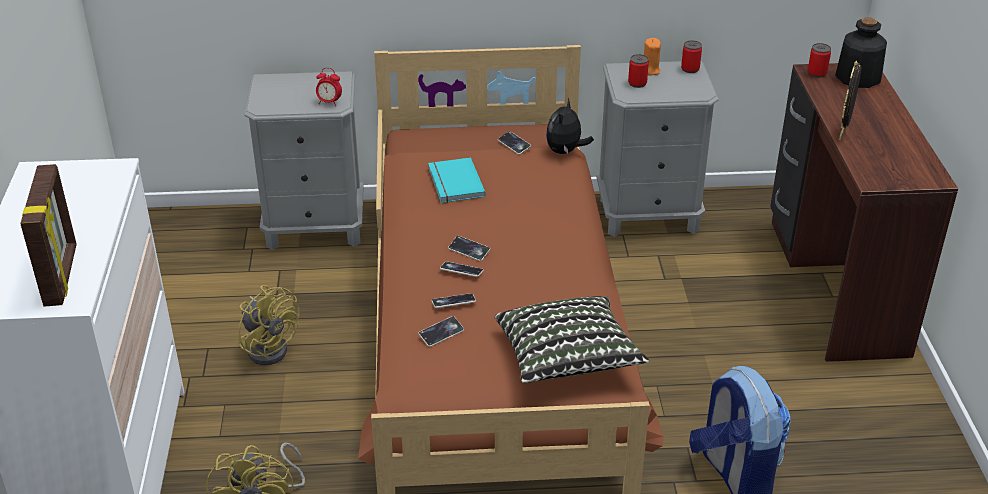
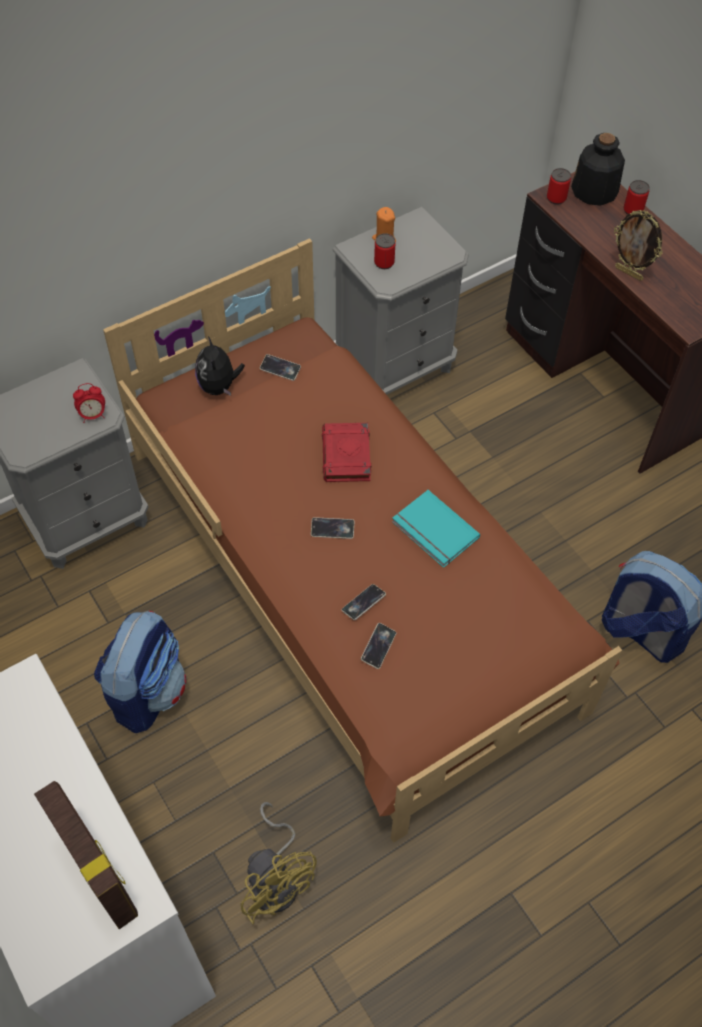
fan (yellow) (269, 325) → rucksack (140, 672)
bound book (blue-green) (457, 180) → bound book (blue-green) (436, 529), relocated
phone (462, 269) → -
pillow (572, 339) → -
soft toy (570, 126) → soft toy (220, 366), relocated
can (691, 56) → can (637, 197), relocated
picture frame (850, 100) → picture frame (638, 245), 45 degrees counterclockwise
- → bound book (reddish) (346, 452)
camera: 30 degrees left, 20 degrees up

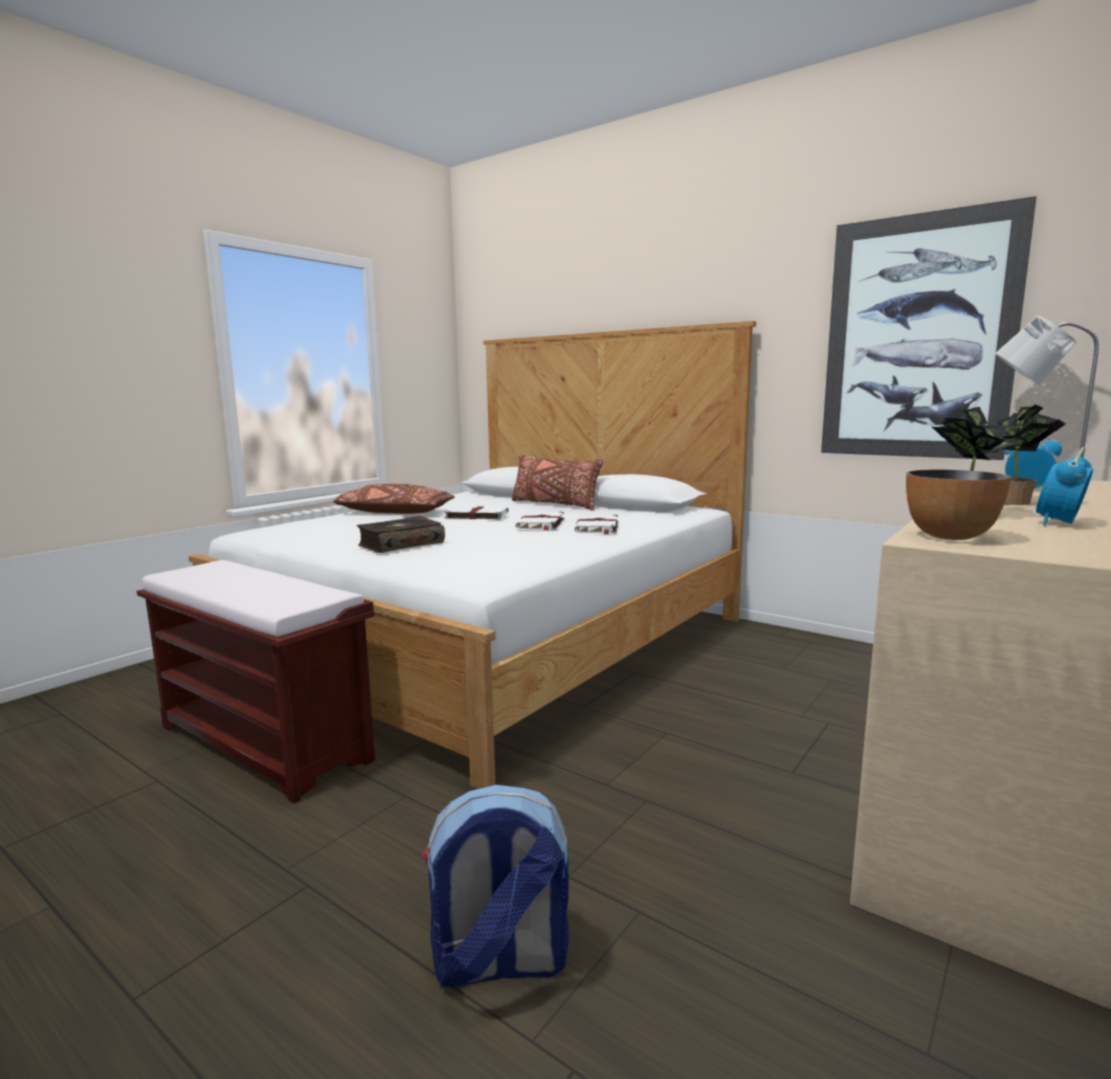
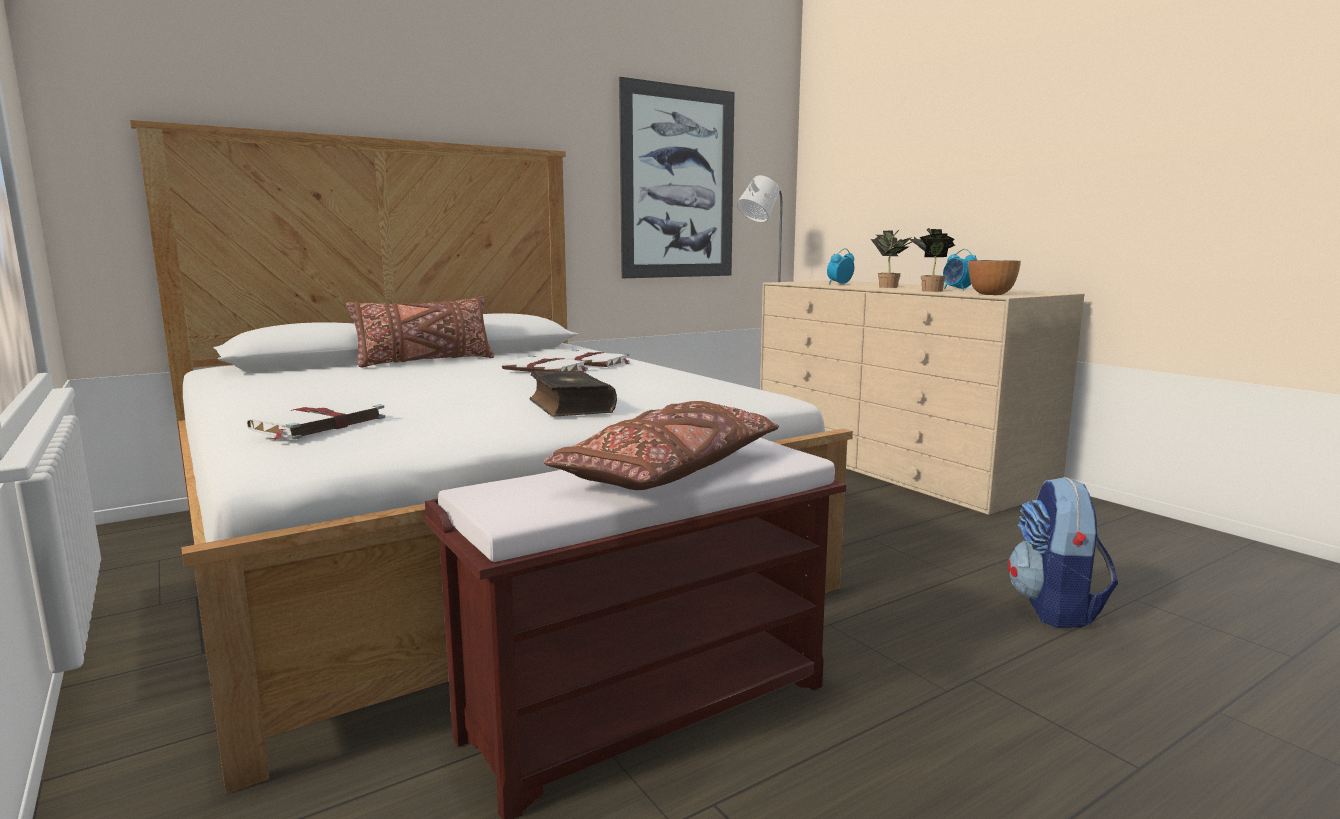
pillow (brown) (394, 499) → pillow (brown) (661, 445), relocated
bound book (whitish) (476, 513) → bound book (whitish) (315, 420), relocated
camera: 70 degrees left, 0 degrees up

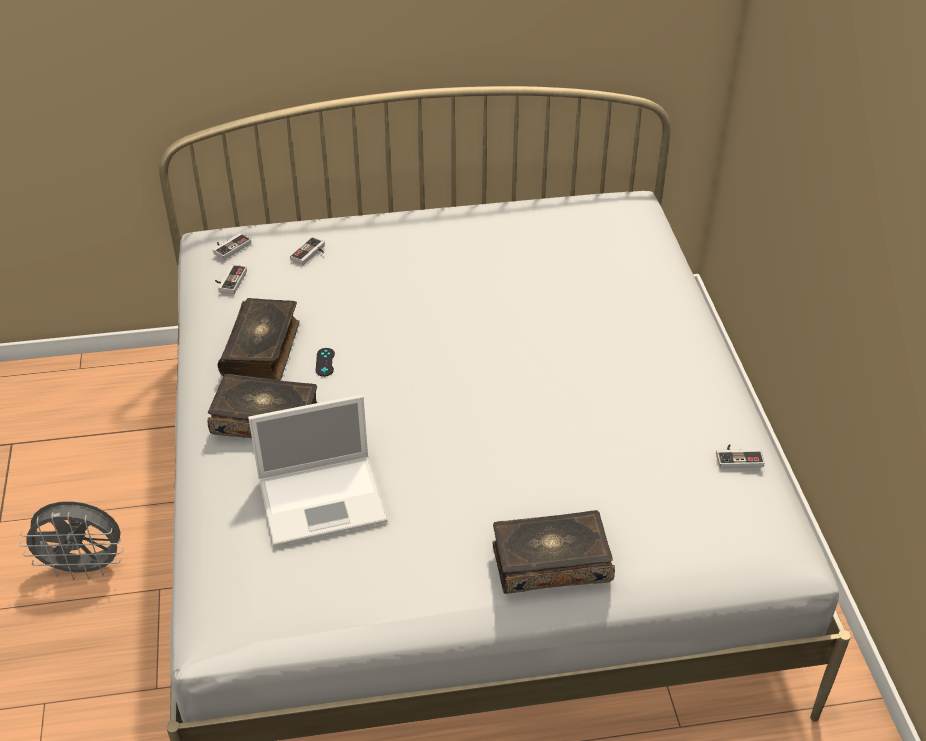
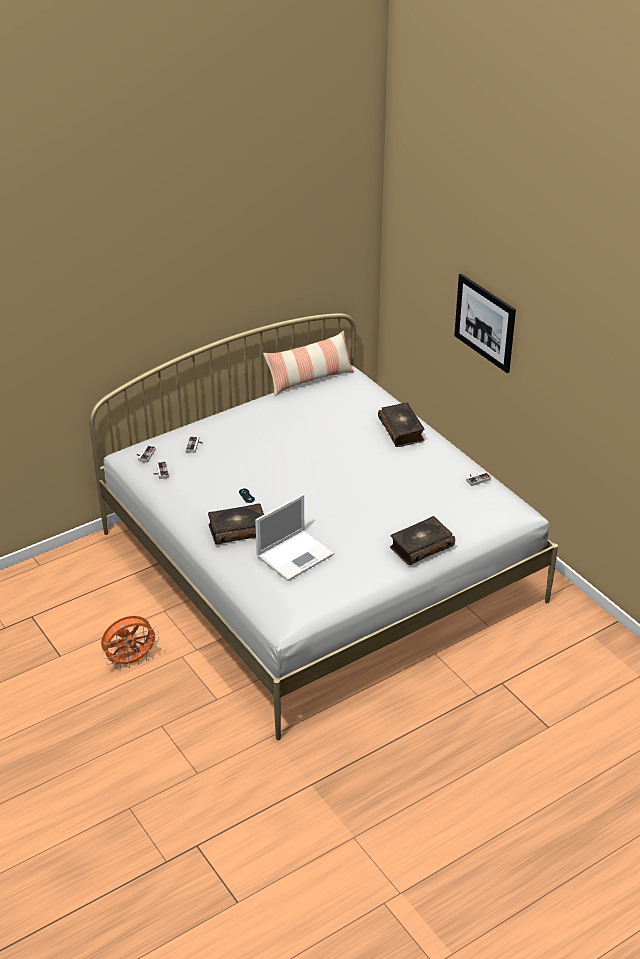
fan (greyish) (71, 540) → fan (orange) (130, 642)
bound book (259, 339) → bound book (401, 425), relocated
- → pillow (308, 363)
- → picture (485, 323)
camera: 25 degrees left, 5 degrees down

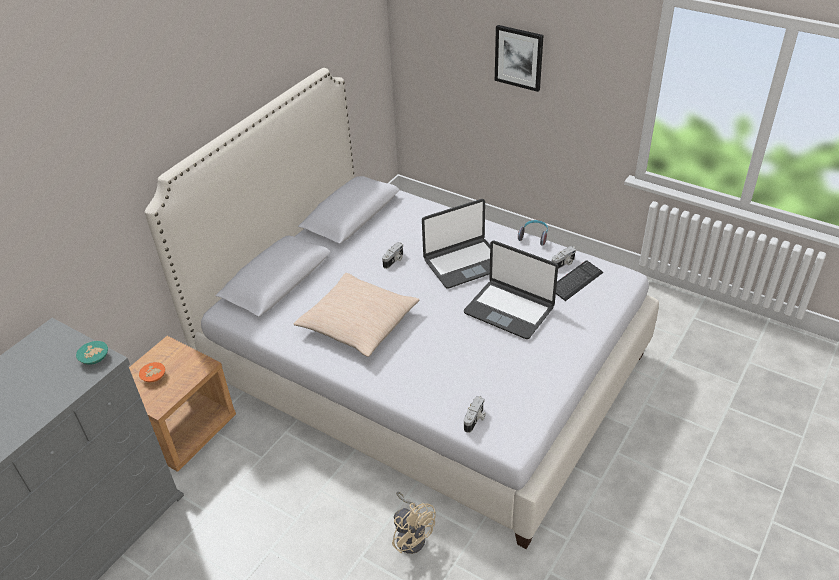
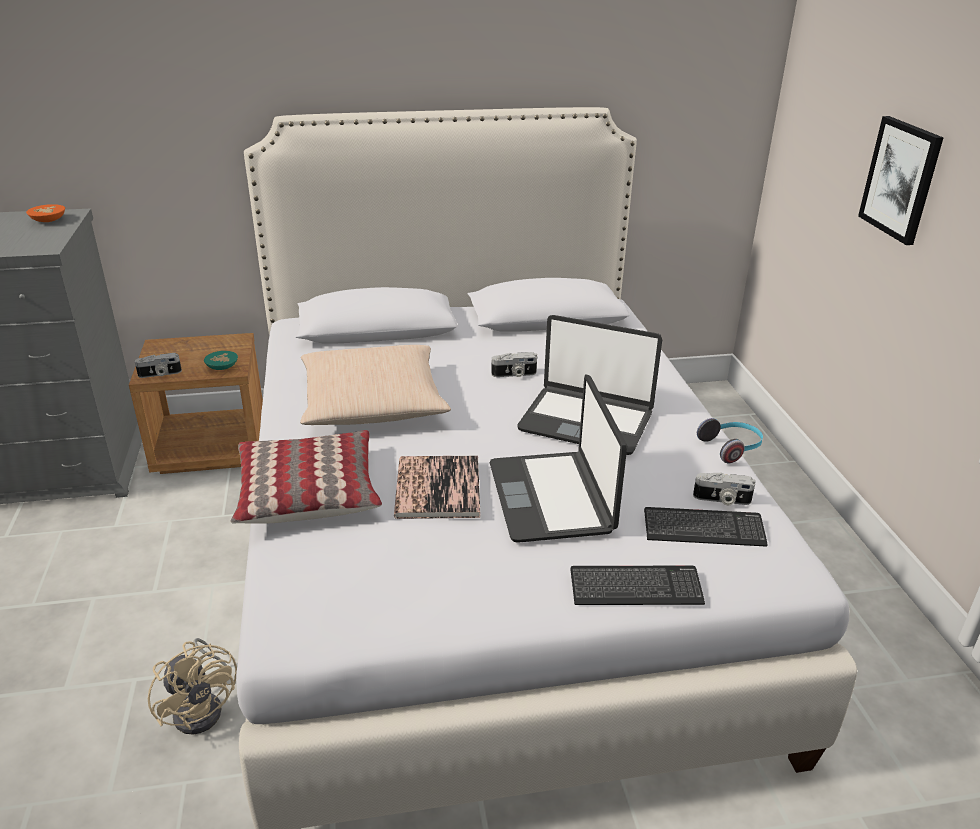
bowl (blue-green) (92, 353) → bowl (blue-green) (221, 360), relocated
bowl (orange) (152, 372) → bowl (orange) (45, 213), relocated
fan (beige-coloured) (414, 523) → fan (beige-coloured) (192, 686), 45 degrees counterclockwise
photo camera (475, 414) → photo camera (158, 365), relocated
- → pillow (306, 477)
- → bound book (437, 487)
- → keyboard (637, 585)
camera: 45 degrees right, 10 degrees down

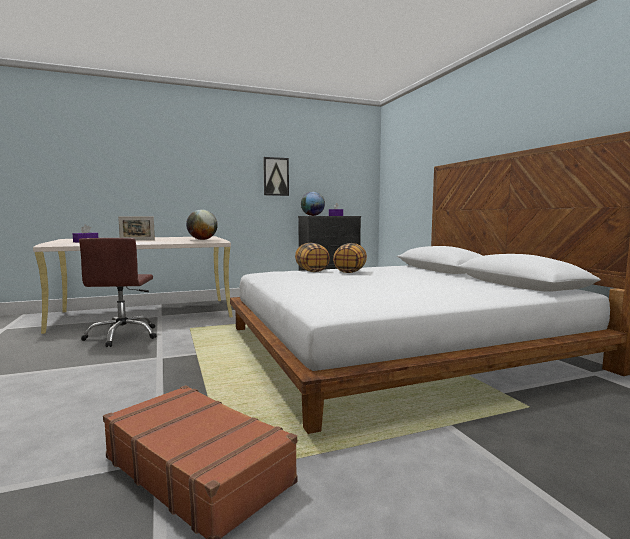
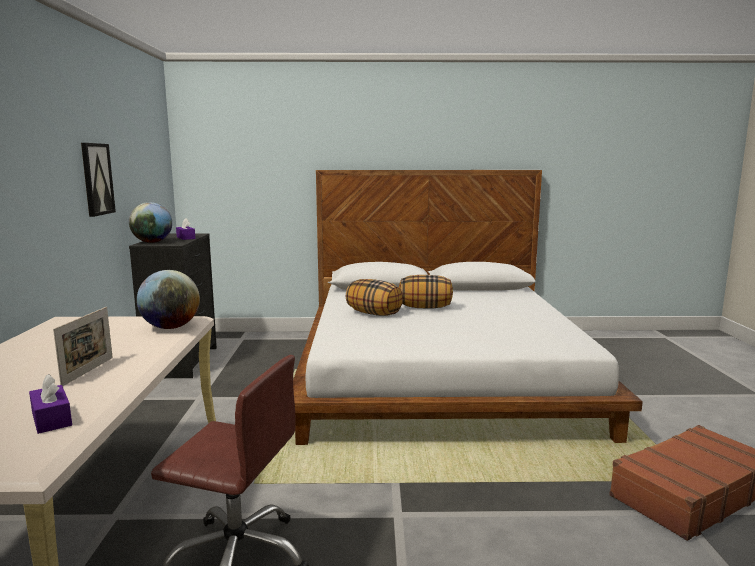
pillow (312, 257) → pillow (426, 291), relocated
camera: 70 degrees left, 5 degrees up

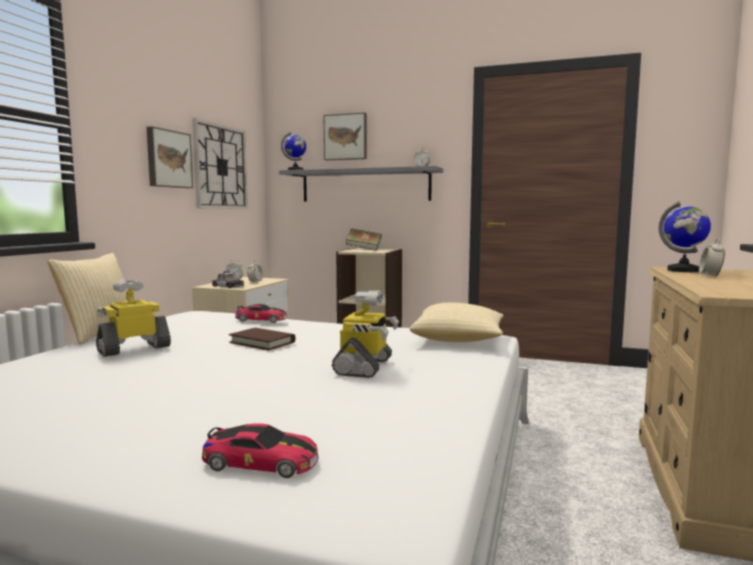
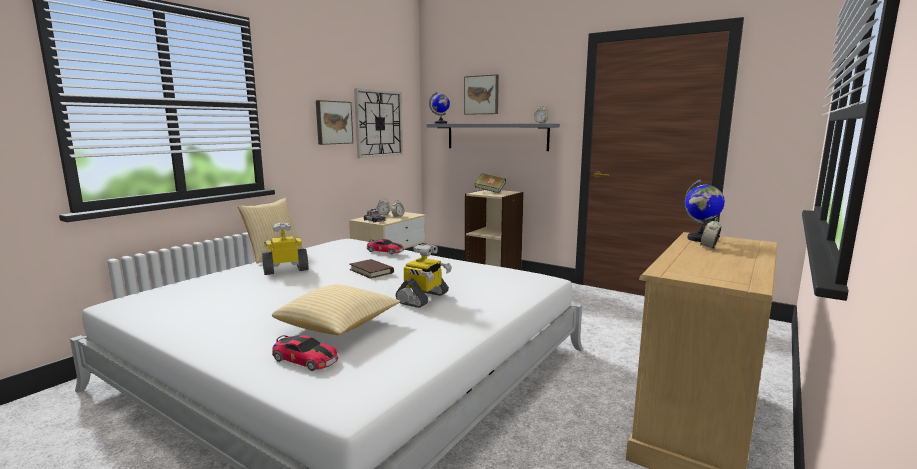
pillow (457, 322) → pillow (336, 309), relocated
camera: 15 degrees right, 5 degrees up

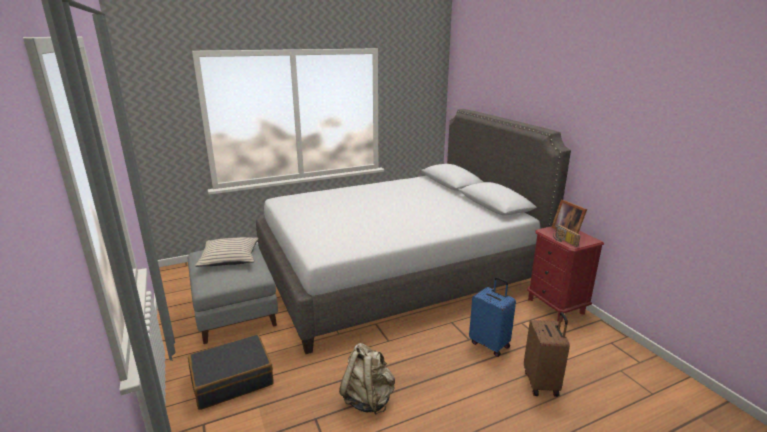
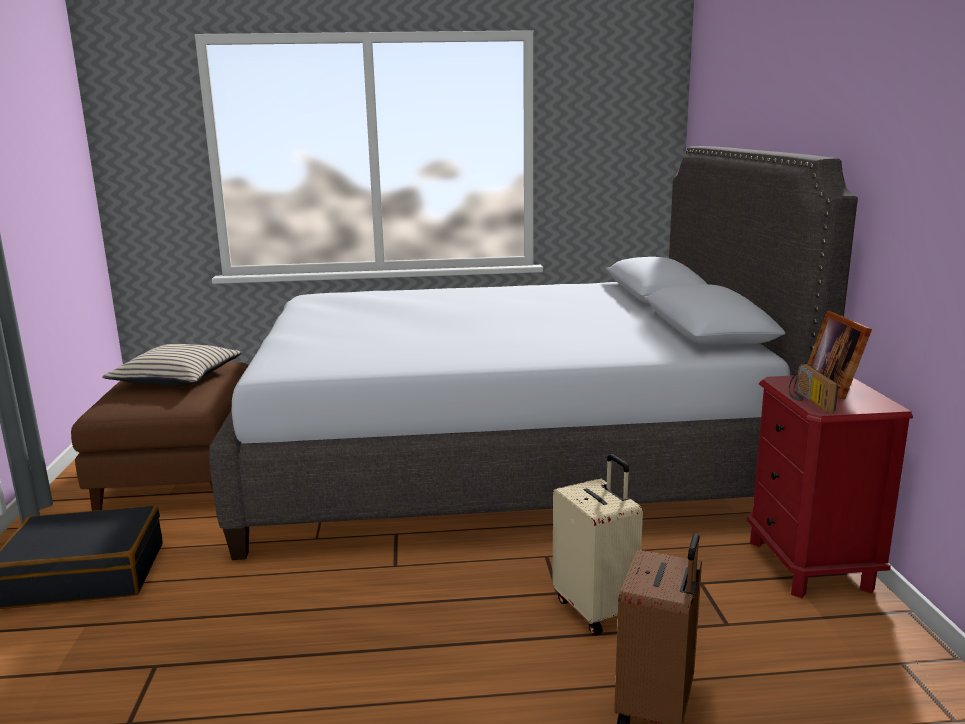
footrest (greyish) (233, 294) → footrest (brown) (160, 436)
rucksack (beige-coloured) (367, 379) → -
travel case (bluish) (492, 317) → travel case (beige-coloured) (597, 545)
camera: 20 degrees right, 5 degrees down

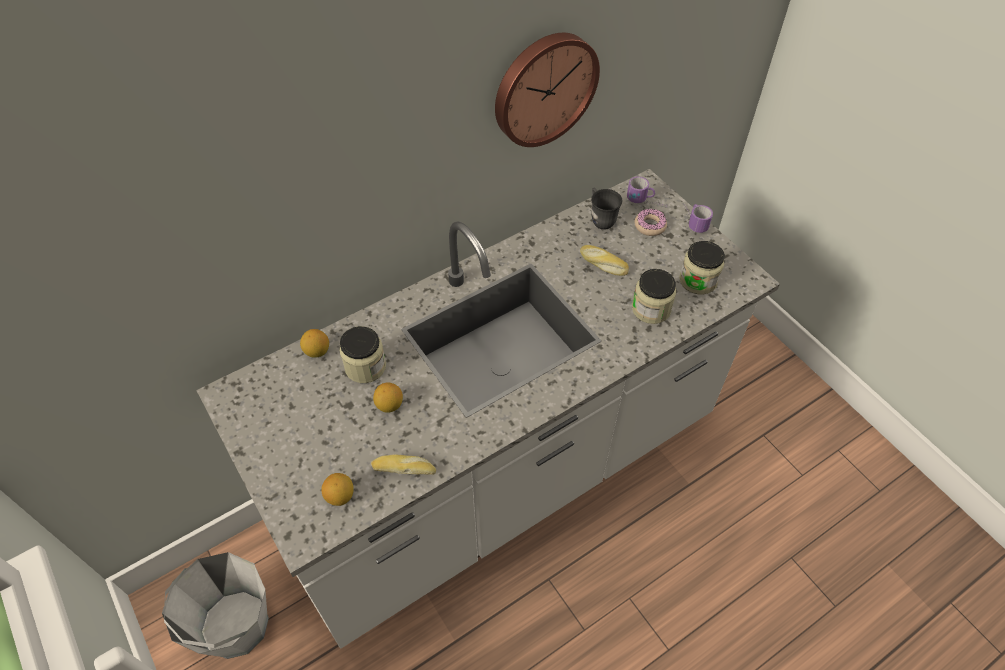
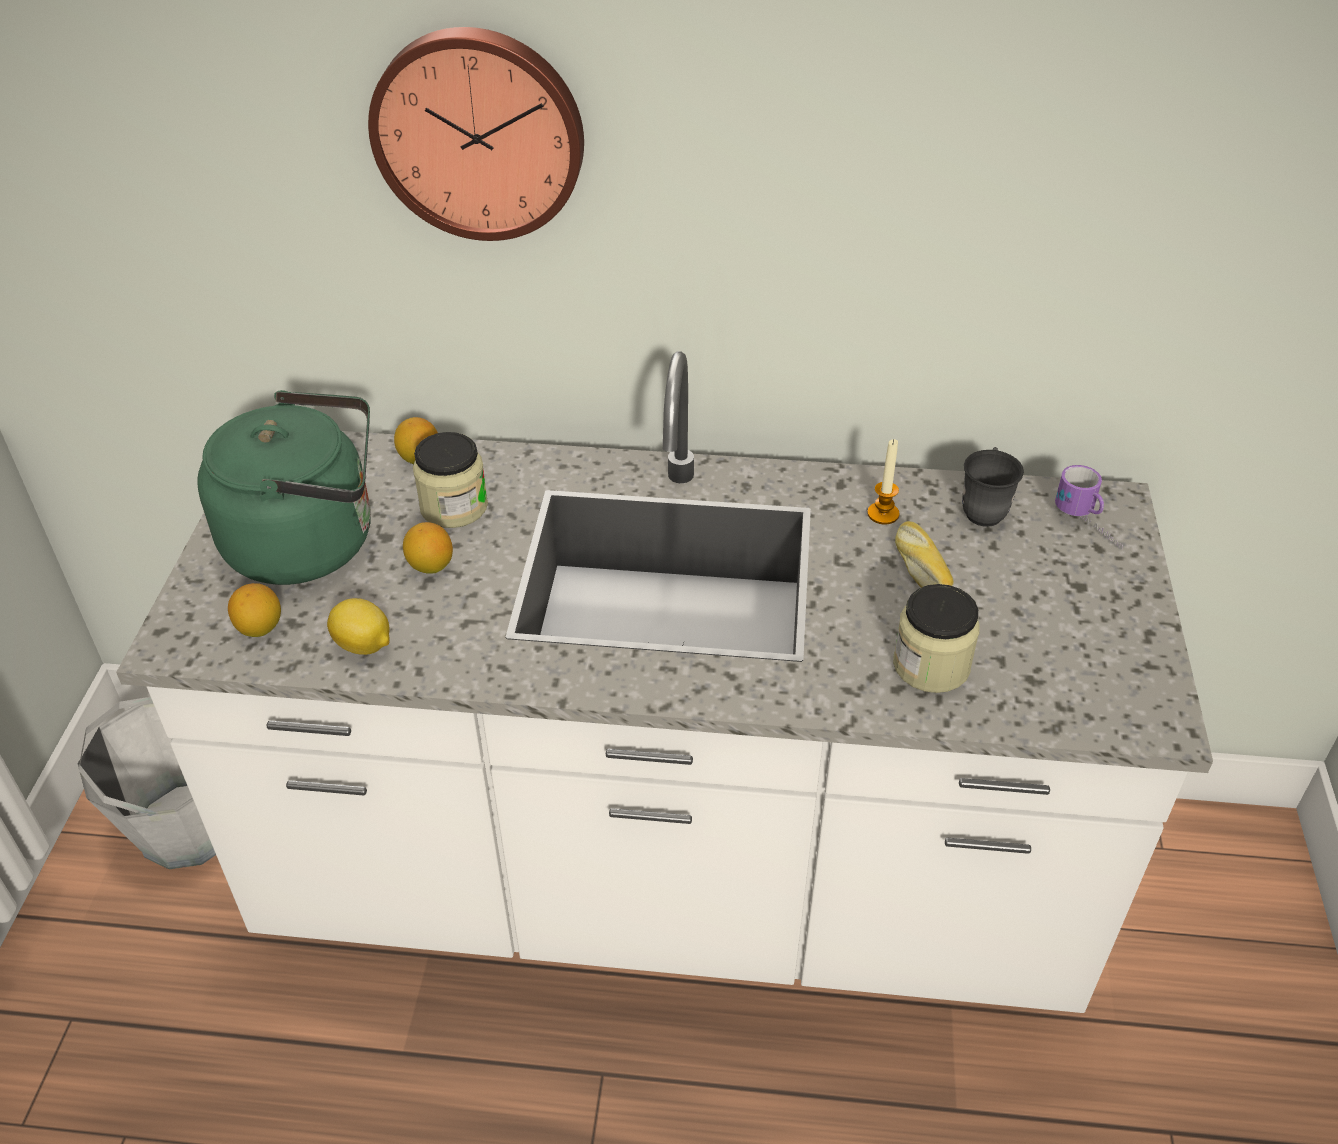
bread (403, 464) → whole lemon (358, 626)
wall clock (547, 90) → wall clock (476, 134), relocated
donut (651, 222) → -
preserve jar (702, 267) → -
mug (698, 218) → -
- → tea kettle (greenish) (284, 487)
- → wax candle (883, 481)
camera: 40 degrees right, 10 degrees down

